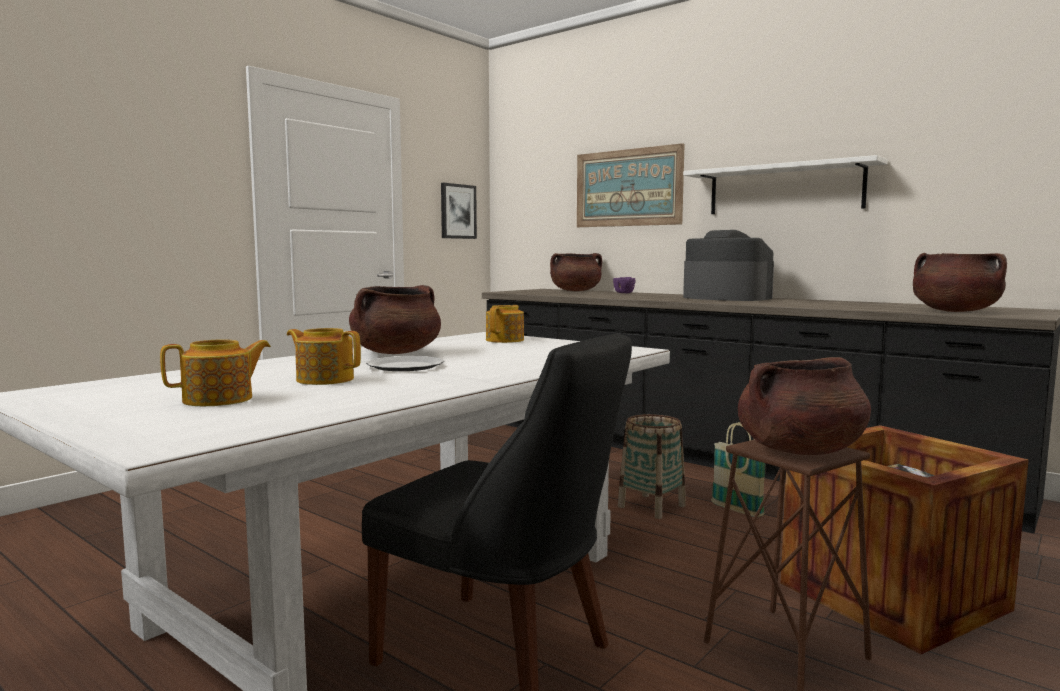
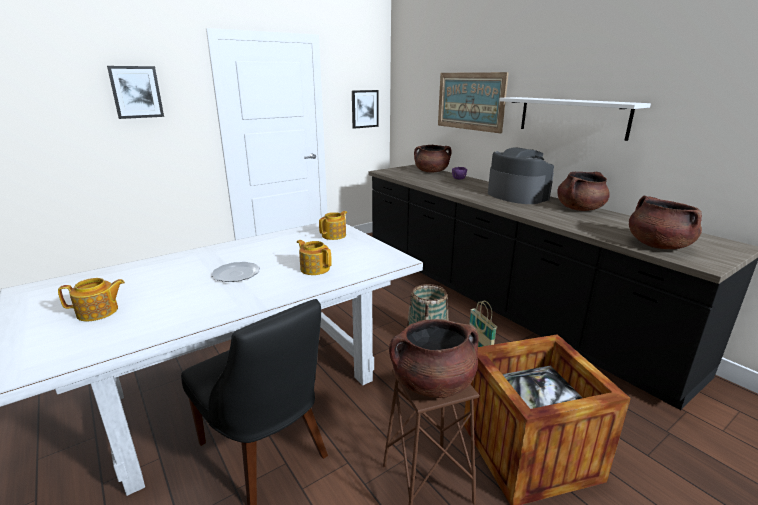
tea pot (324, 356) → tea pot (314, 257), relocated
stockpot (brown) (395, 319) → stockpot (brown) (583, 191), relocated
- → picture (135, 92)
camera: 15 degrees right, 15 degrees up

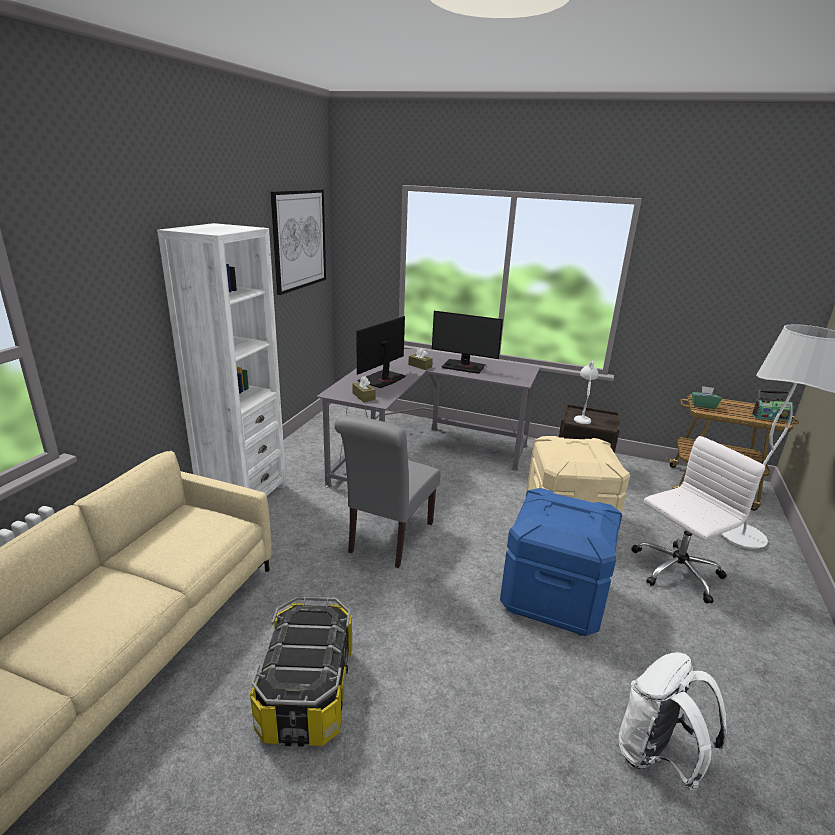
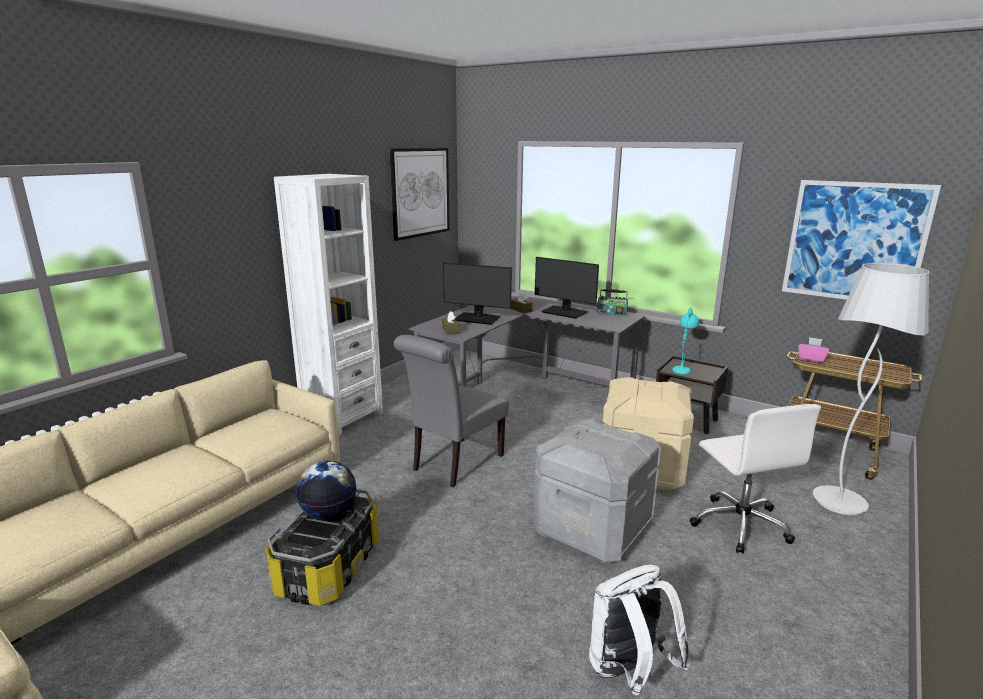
computer display (381, 352) → computer display (477, 294), 120 degrees counterclockwise
storage bin (bluish) (561, 562) → storage bin (greyish) (597, 490)
lamp for a table (whitish) (586, 392) → lamp for a table (blue-green) (685, 340)
computer chair (whitish) (698, 520) → computer chair (whitish) (755, 479), 90 degrees clockwise
tissue box (greenish) (707, 397) → tissue box (pinkish) (813, 349)
radio set (772, 405) → radio set (612, 302), relocated
- → desk globe (326, 490)
- → picture (861, 240)
camera: 15 degrees right, 5 degrees down

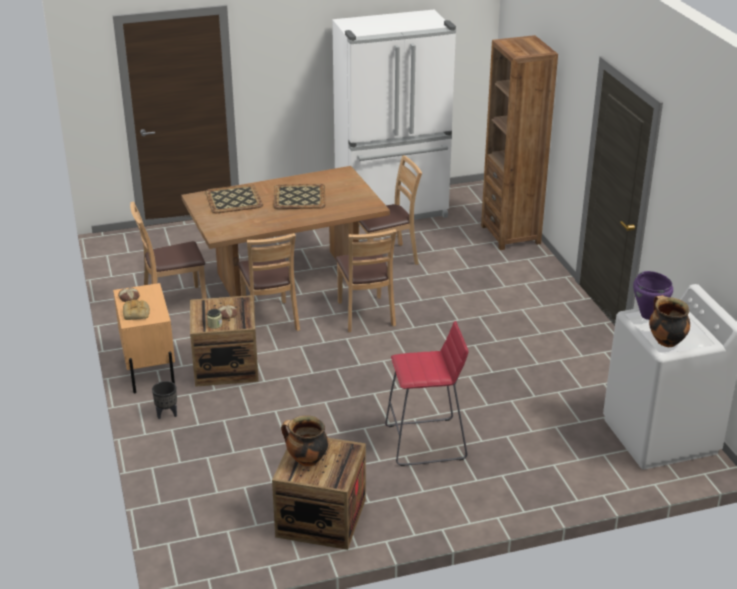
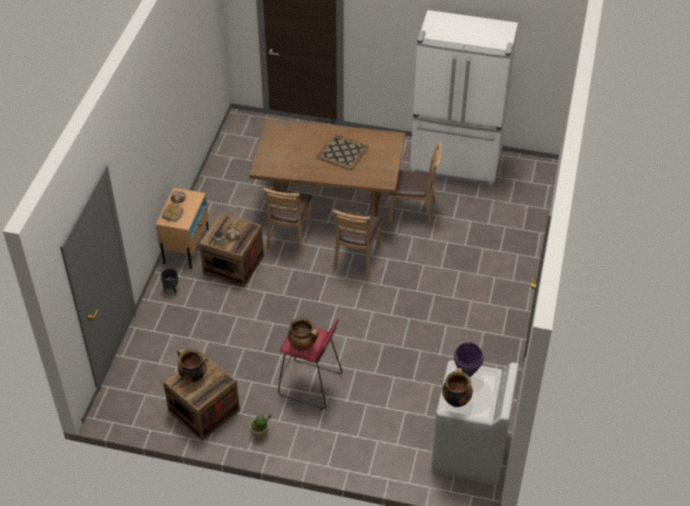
plain chair (brown) (168, 250) → -
carrying tray (234, 198) → -
bookshelf (brown) (519, 142) → -
- → houseplant (260, 427)
- → stockpot (303, 334)
camera: 30 degrees right, 15 degrees up

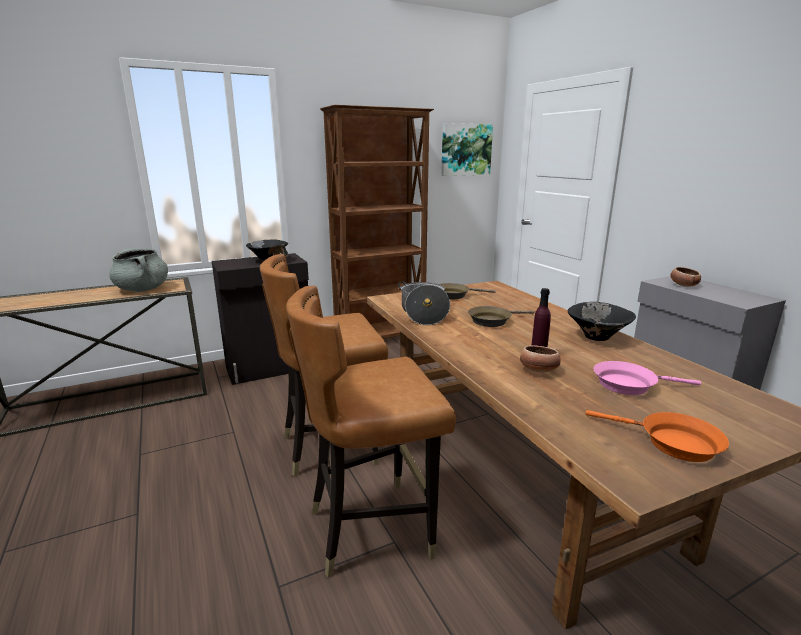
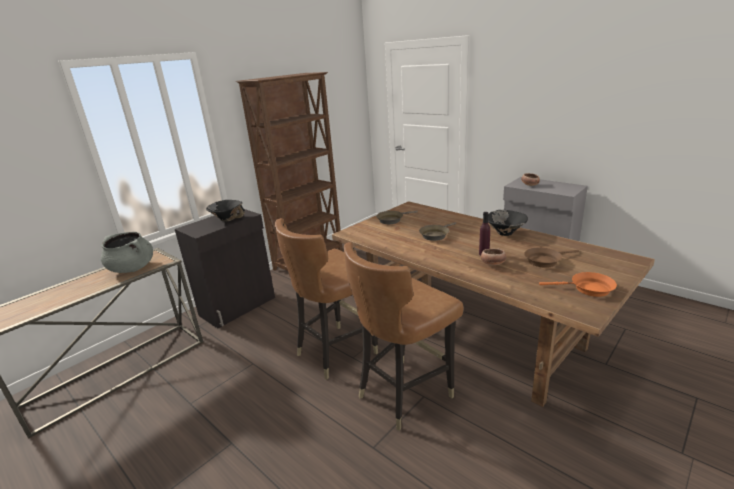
stockpot (424, 303) → -
picture (467, 149) → -
skillet (pinkish) (647, 378) → skillet (brown) (551, 257)
camera: 20 degrees left, 5 degrees up

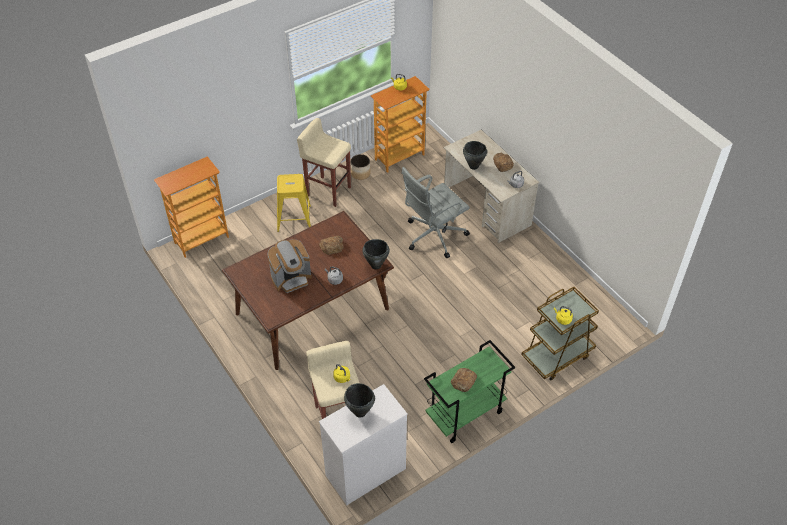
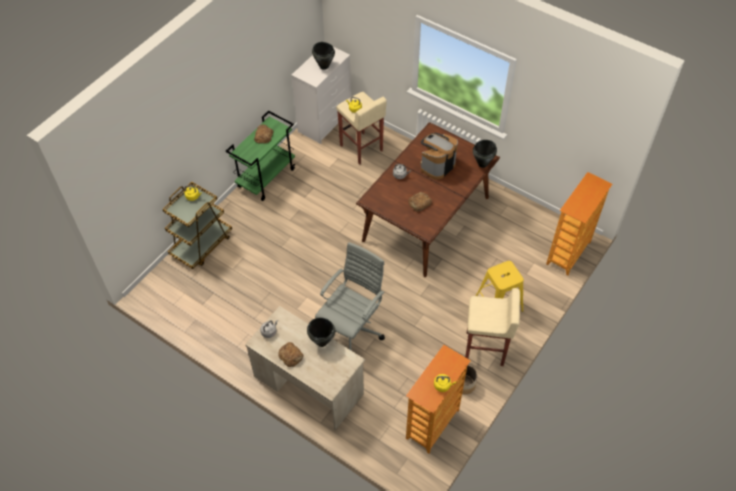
stockpot (black-coloured) (376, 254) → stockpot (black-coloured) (485, 154), relocated
camera: 160 degrees right, 5 degrees up

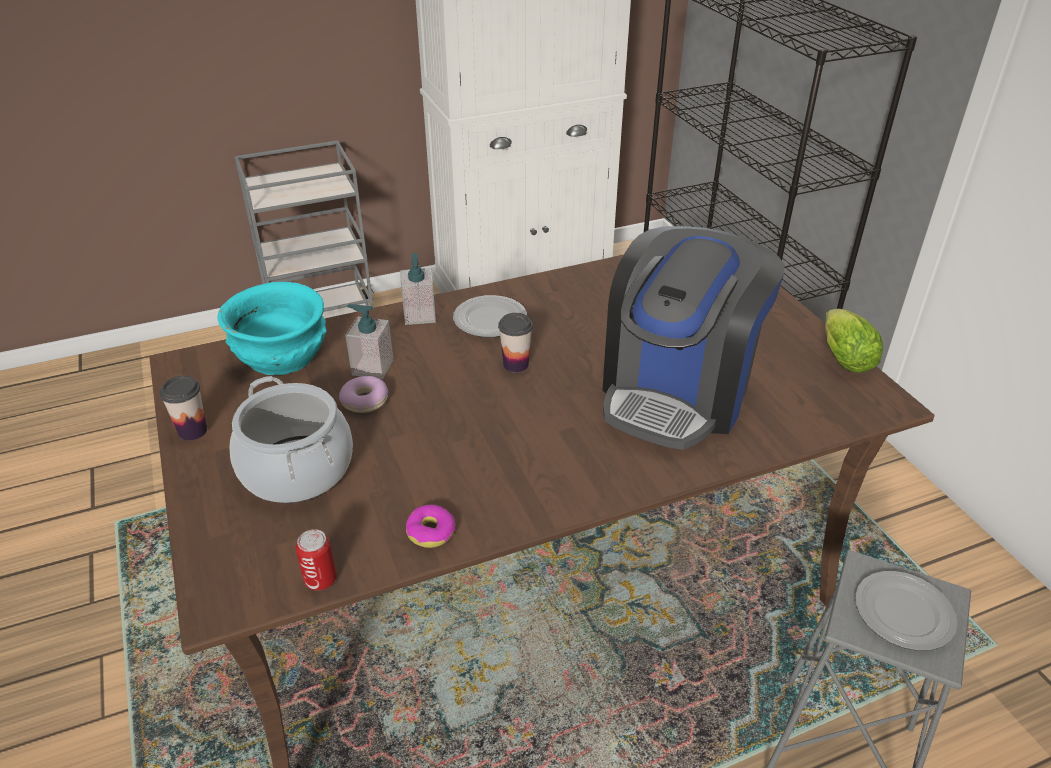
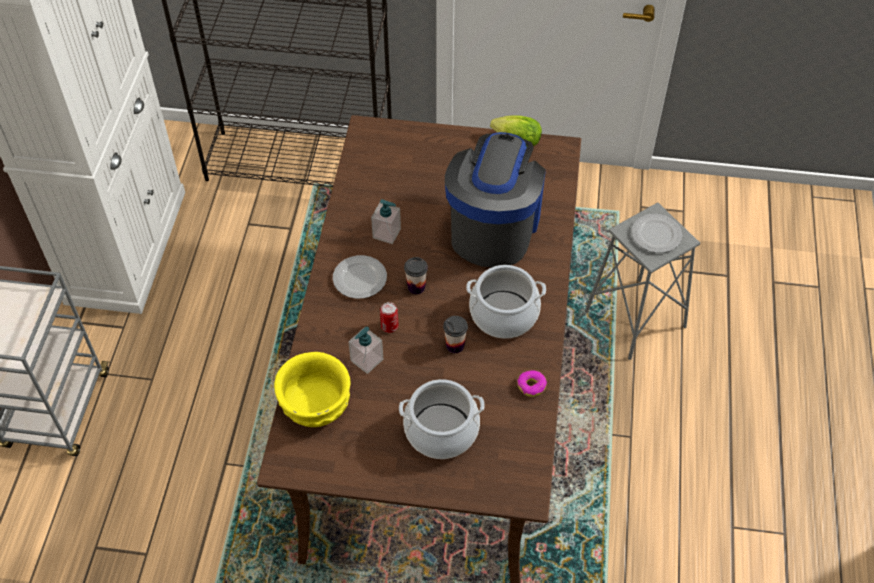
cup (183, 408) → cup (455, 334), relocated
bowl (blue-green) (271, 328) → bowl (yellow) (312, 389)
can (316, 559) → can (389, 317), relocated
donut (363, 394) → -
liquid soap bottle (418, 289) → liquid soap bottle (386, 221), relocated
coffee brewer (693, 338) → coffee brewer (495, 199), 135 degrees counterclockwise
- → stockpot (506, 302)
camera: 60 degrees left, 15 degrees up

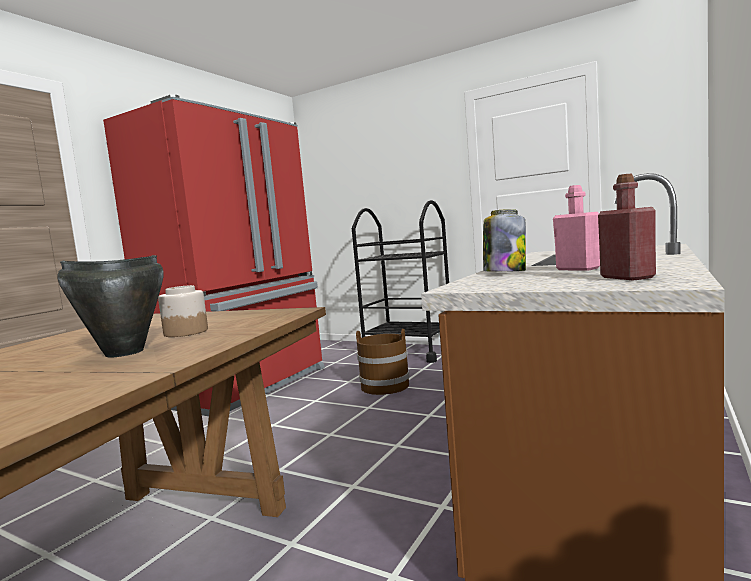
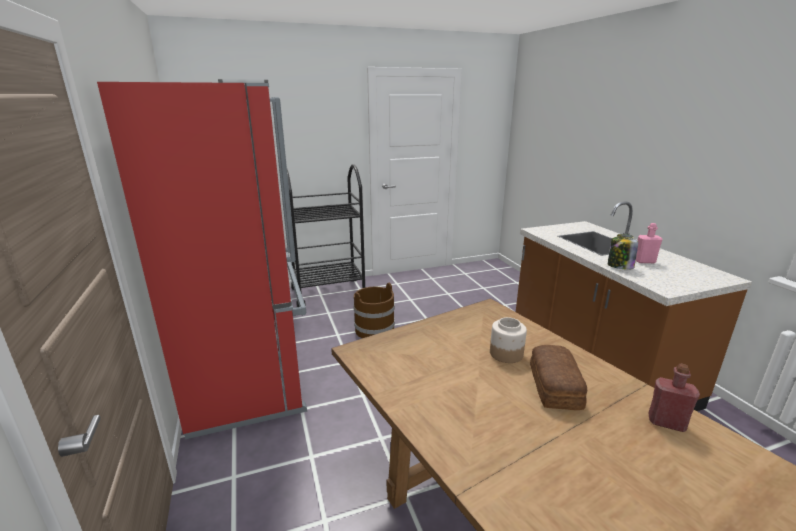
stockpot (black-coloured) (111, 306) → bread (558, 377)
drink bottle (reddish) (627, 227) → drink bottle (reddish) (674, 398), relocated
camera: 50 degrees left, 15 degrees up

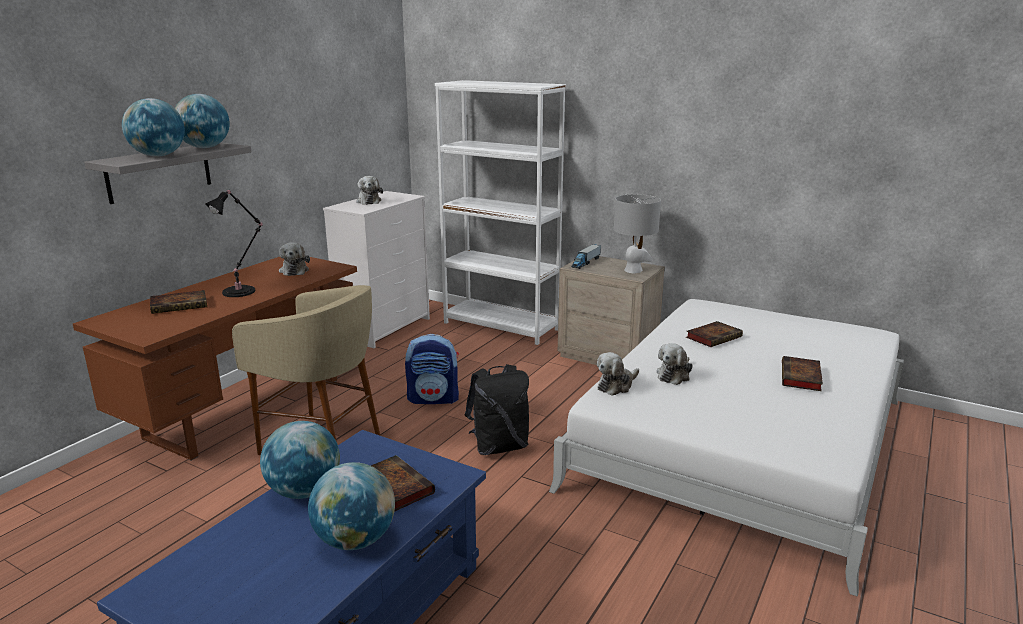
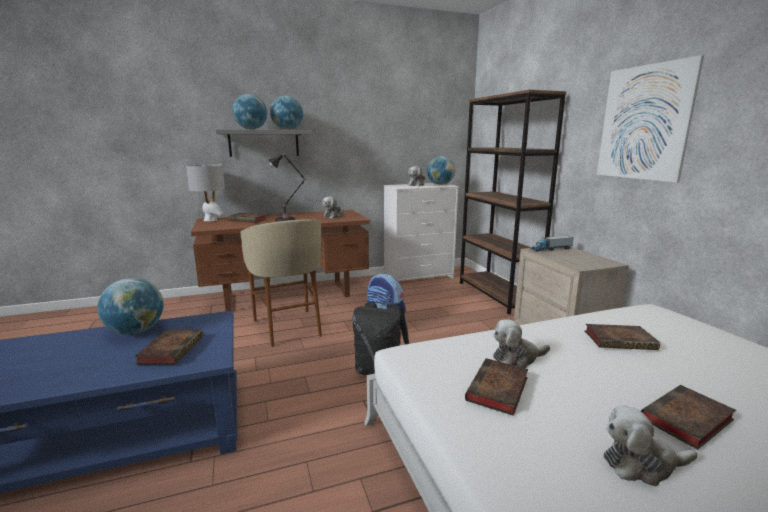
desk globe (351, 506) → desk globe (441, 170), relocated
bookshelf (whitish) (500, 212) → bookshelf (brown) (513, 202)
soft toy (618, 374) → soft toy (650, 445), relocated
lamp for a table (greyish) (637, 233) → lamp for a table (greyish) (205, 192), relocated
- → bound book (496, 387)
- → picture (650, 119)
camera: 40 degrees right, 5 degrees down

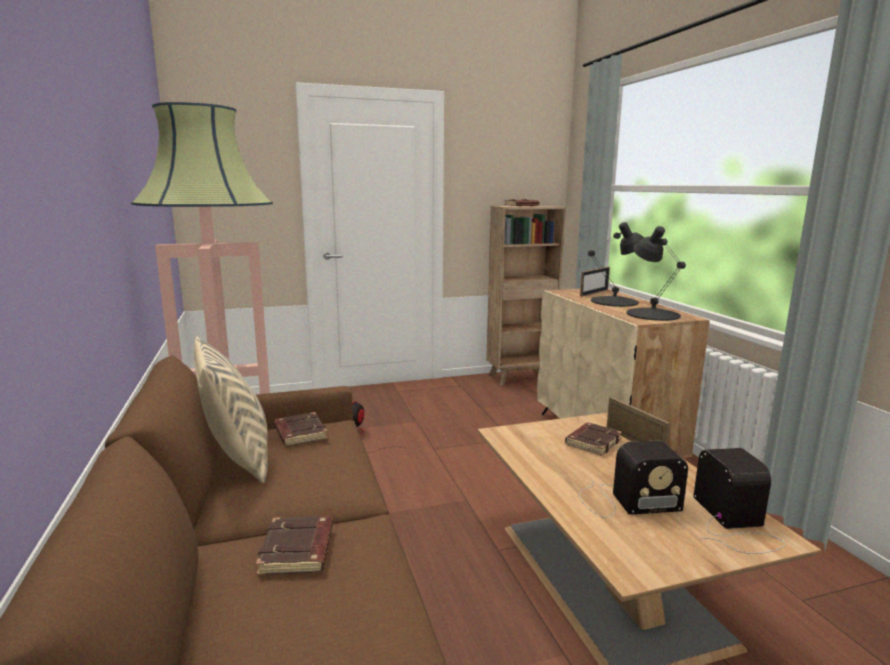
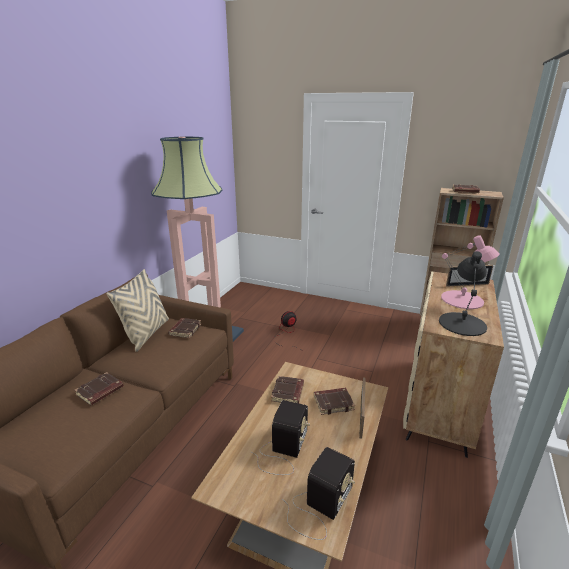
radio set (633, 479) → radio set (280, 437), 105 degrees counterclockwise
lamp for a table (black-coloured) (616, 264) → lamp for a table (pinkish) (470, 272)
- → bound book (brown) (287, 389)
camera: 40 degrees right, 10 degrees up

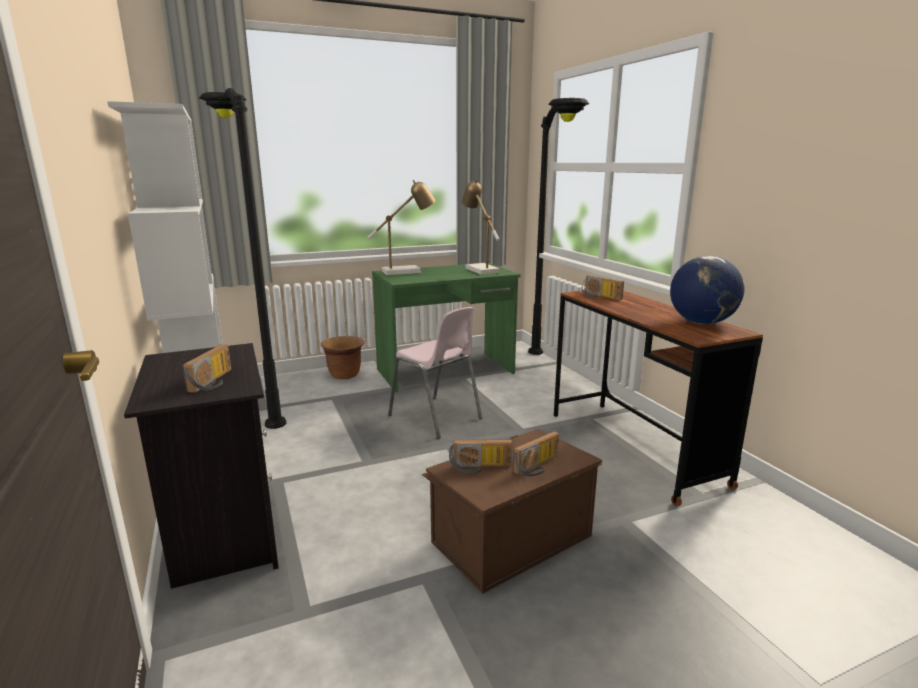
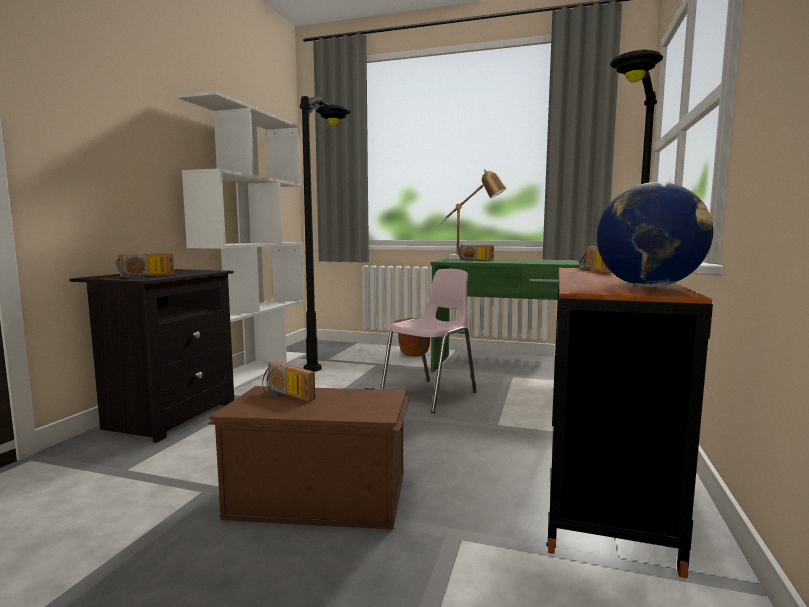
plain chair (pinkish) (435, 372) → plain chair (pinkish) (428, 341), 135 degrees counterclockwise
lamp for a table (481, 226) → -
radio set (536, 453) → radio set (476, 253), relocated
camera: 40 degrees right, 10 degrees down

